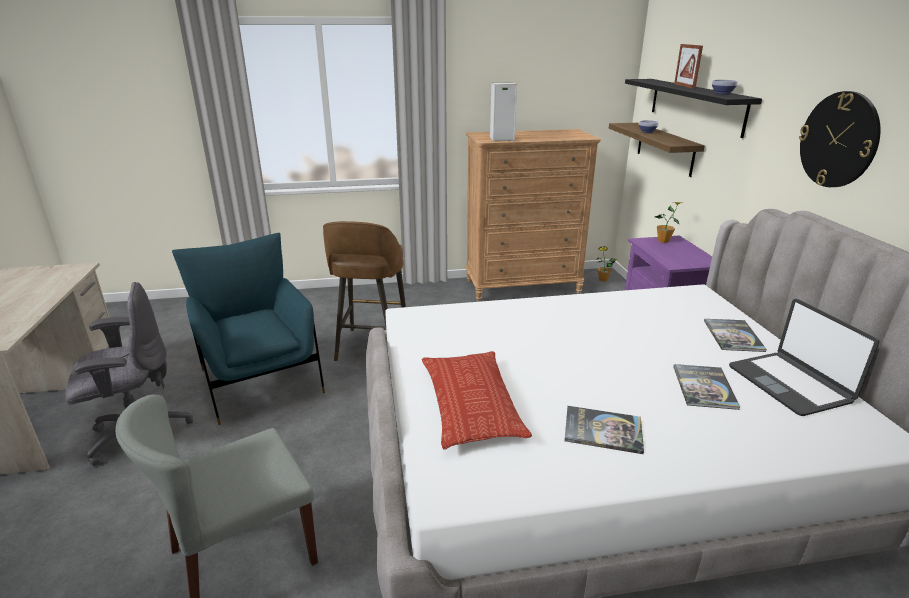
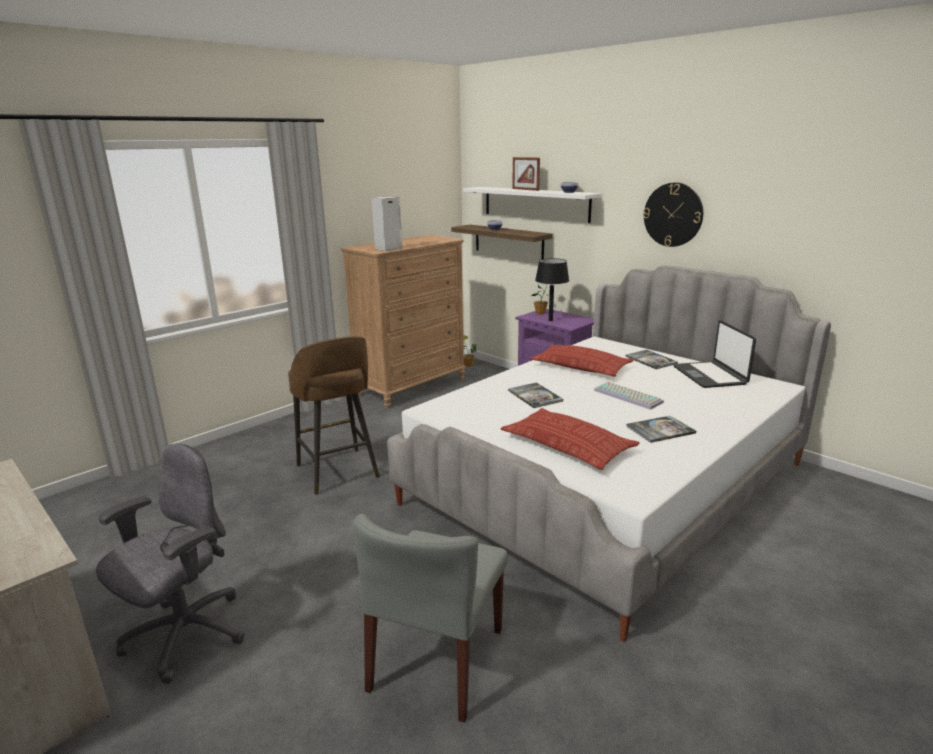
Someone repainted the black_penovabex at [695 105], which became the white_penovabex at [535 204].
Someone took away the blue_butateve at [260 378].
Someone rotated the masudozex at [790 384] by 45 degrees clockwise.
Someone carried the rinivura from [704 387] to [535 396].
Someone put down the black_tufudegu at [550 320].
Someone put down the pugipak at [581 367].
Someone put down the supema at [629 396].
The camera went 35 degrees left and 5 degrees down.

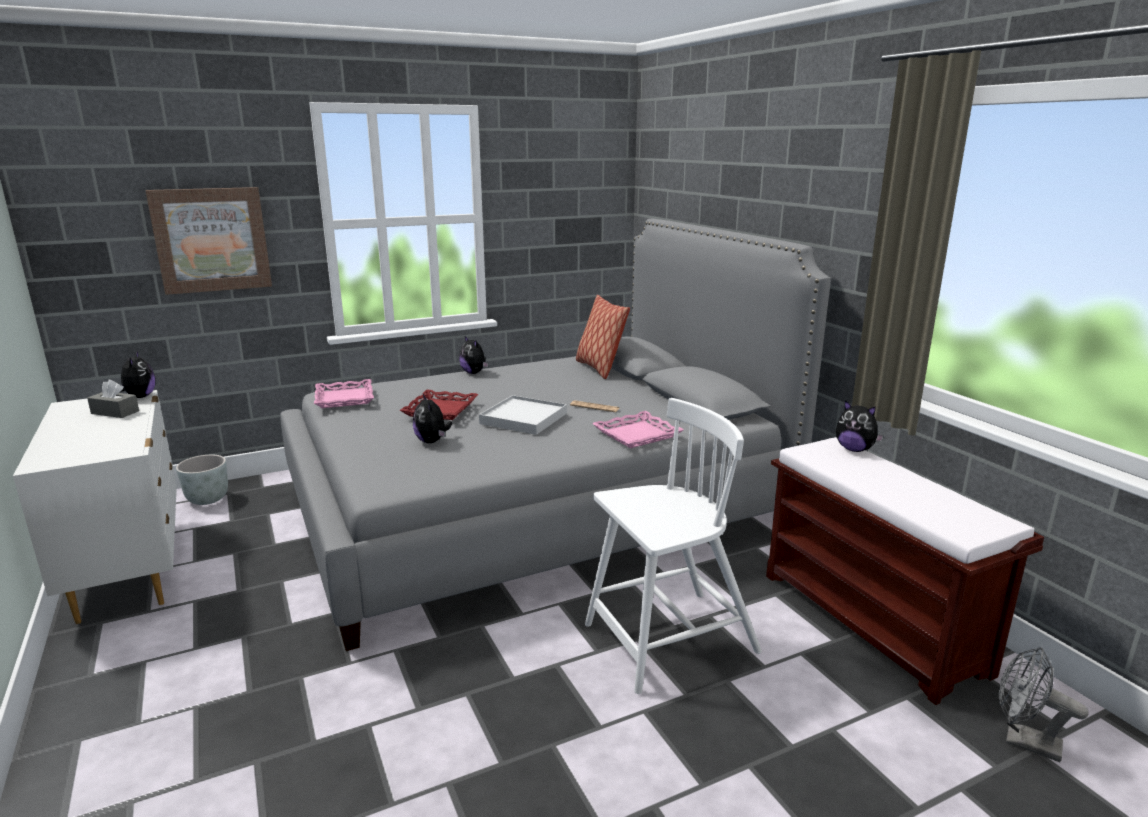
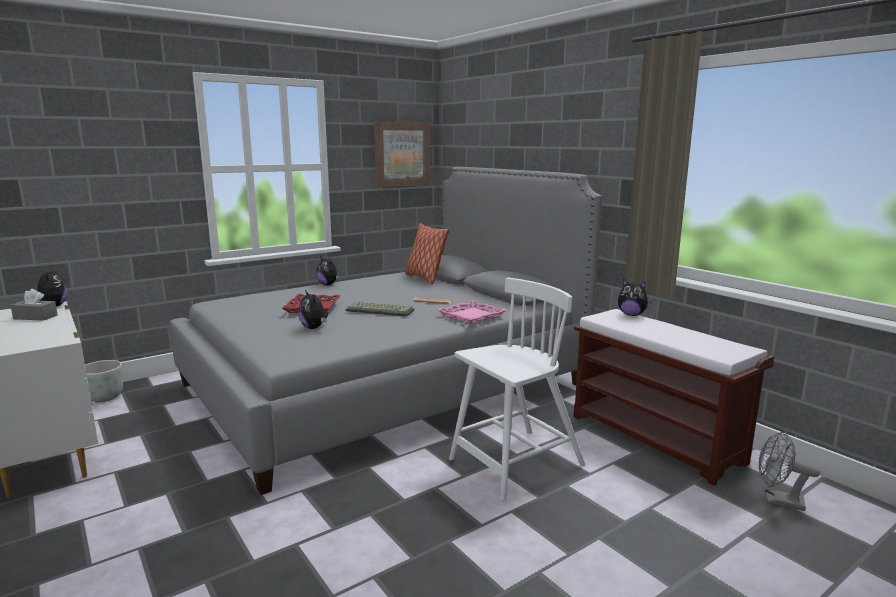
Someone carried the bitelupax from [211 240] to [401 154].
Someone took away the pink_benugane at [345 398].
Someone swapped the white_benugane at [524 418] for the supema at [381 310].
The camera went 10 degrees left and 5 degrees down.

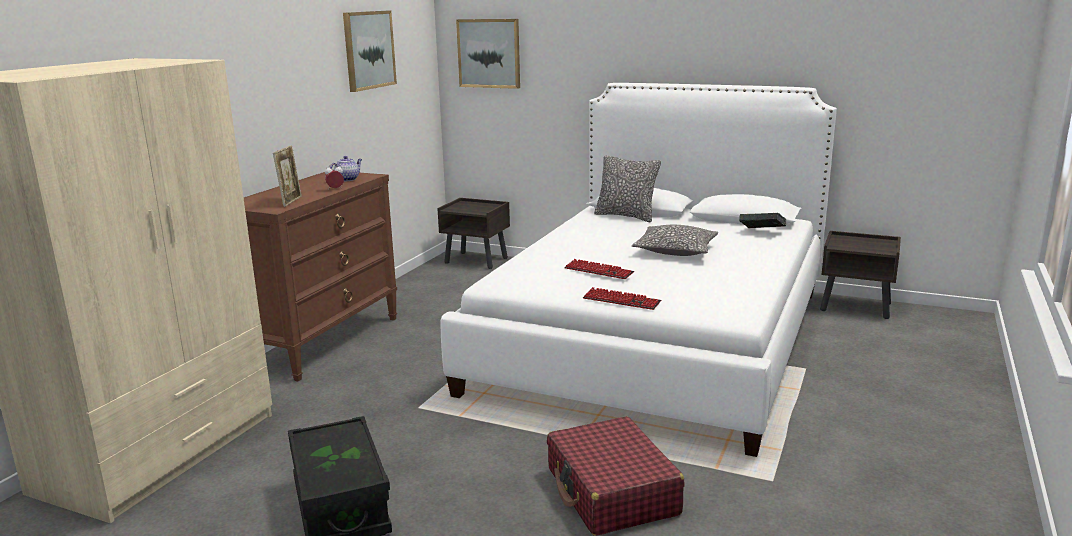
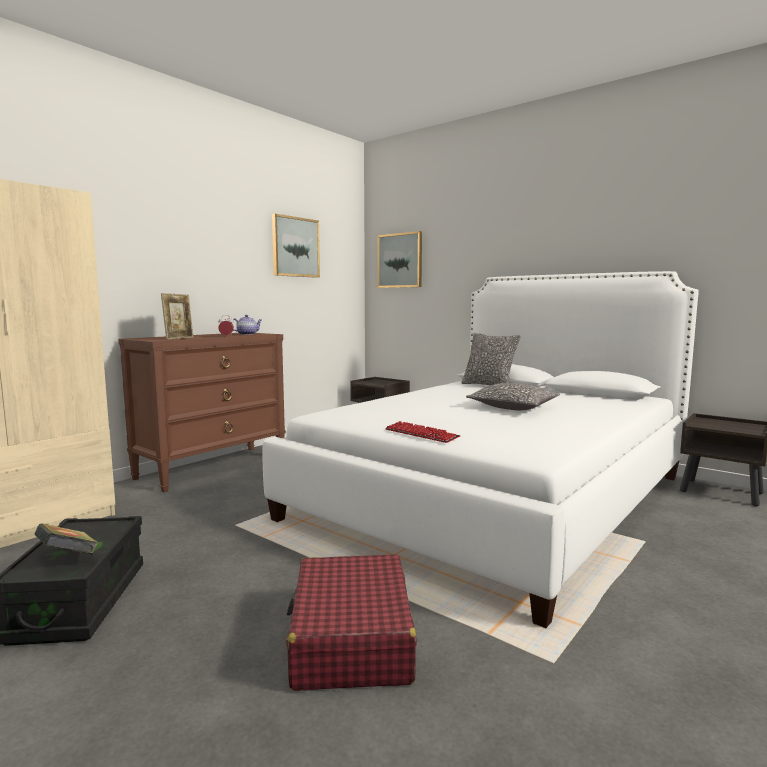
Someone carried the rinivura from [761 232] to [68 558].
Someone took away the supema at [598 271].
The camera went 15 degrees right and 10 degrees down.

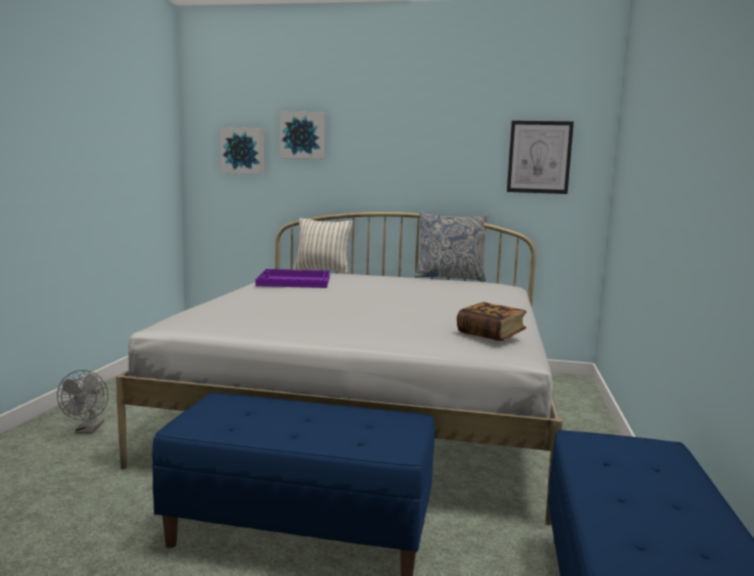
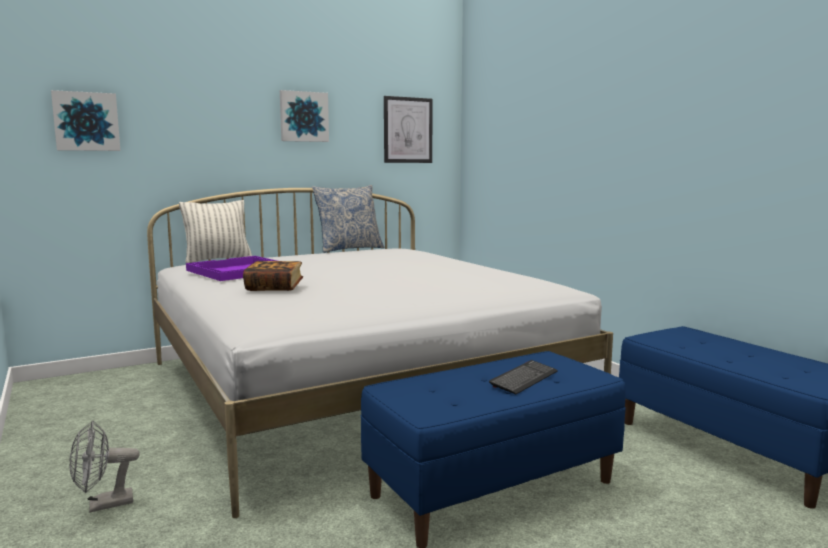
Someone carried the bitelupax from [303 135] to [303 117].
Someone carried the rinivura from [490 335] to [274 288].
Someone rotated the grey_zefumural at [88 430] by 105 degrees clockwise.
Someone put down the supema at [524 379].
The camera went 40 degrees left and 0 degrees up.

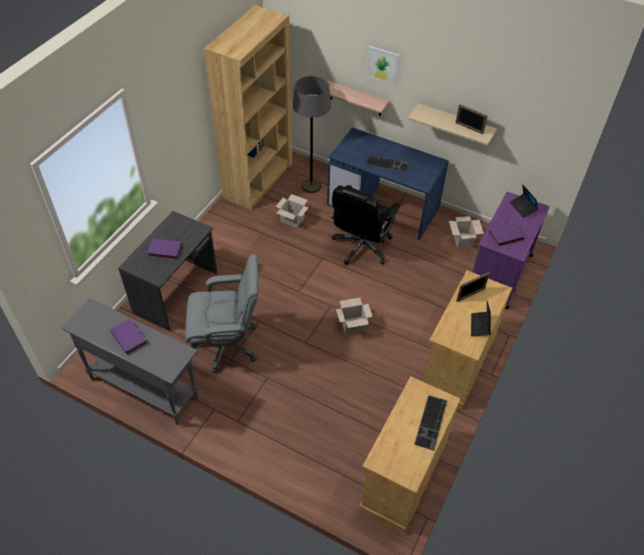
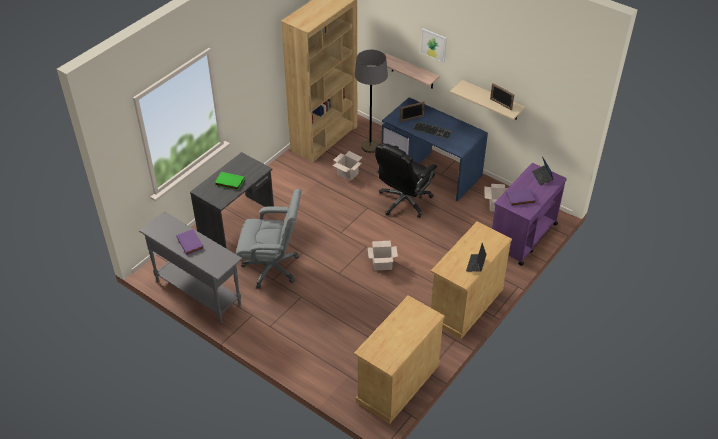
Someone repainted the purple_rinivura at [164 251], which became the green_rinivura at [229 182].
Someone carried the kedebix from [470 295] to [412 119].
Someone took away the supema at [432 423].
The camera went 10 degrees right and 5 degrees down.

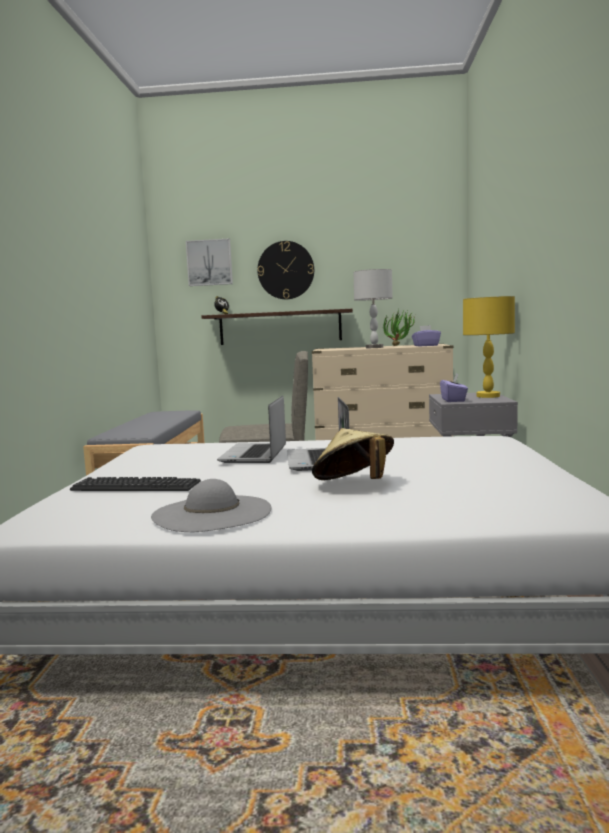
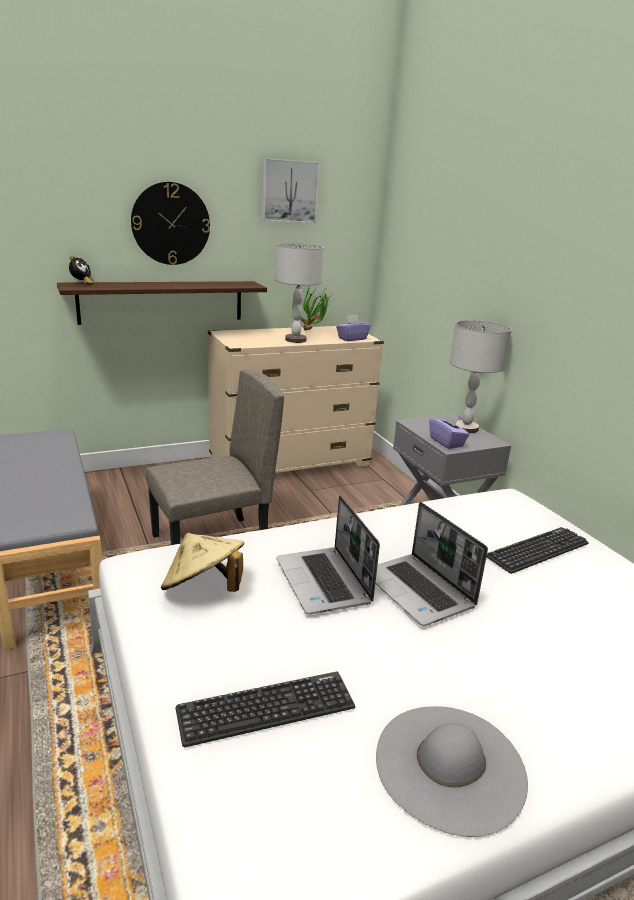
Someone carried the bitelupax from [209 262] to [289 191].
Someone repainted the yellow_tufudegu at [488 396], which became the grey_tufudegu at [466 428].
Someone carried the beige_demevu from [354 485] to [203 589].
Someone put down the supema at [537 550].
The camera went 30 degrees left and 15 degrees up.

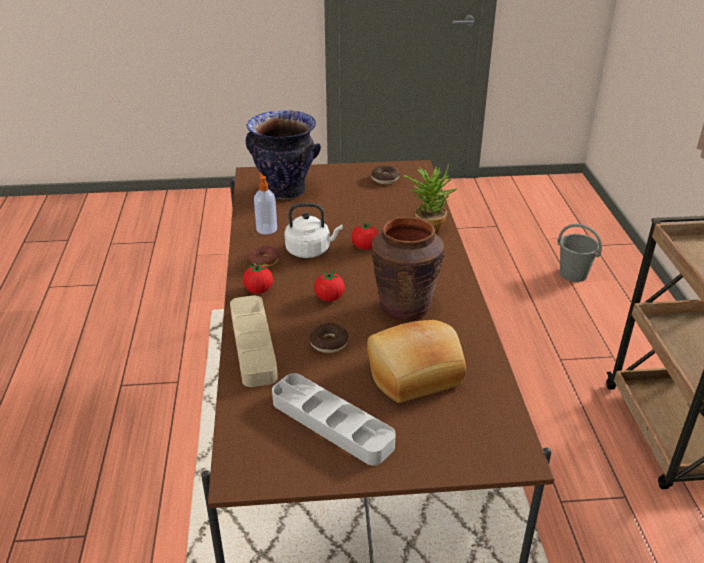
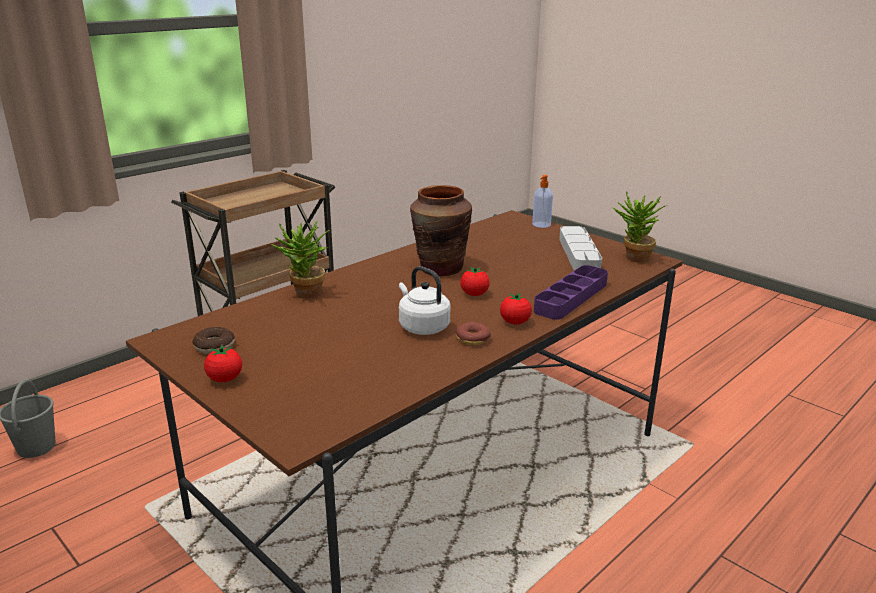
Someone took away the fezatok at [285 191].
Someone carried the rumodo from [266 229] to [541 225].
Someone carried the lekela from [365 247] to [225 379].
Someone repainted the beige_benugane at [253 344], which became the purple_benugane at [571 297].
Someone took away the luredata at [415 375].
Someone took away the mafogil at [329 343].
Someone put down the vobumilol at [633 259].
The camera went 130 degrees left and 10 degrees down.

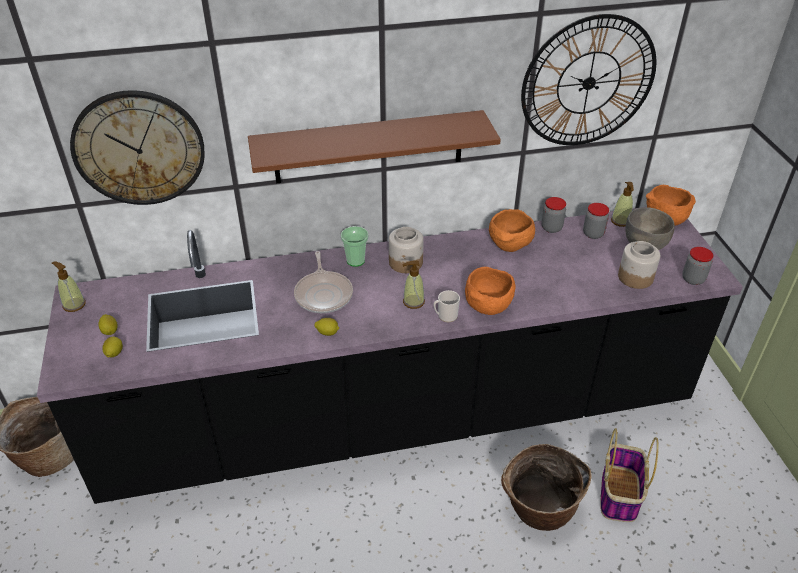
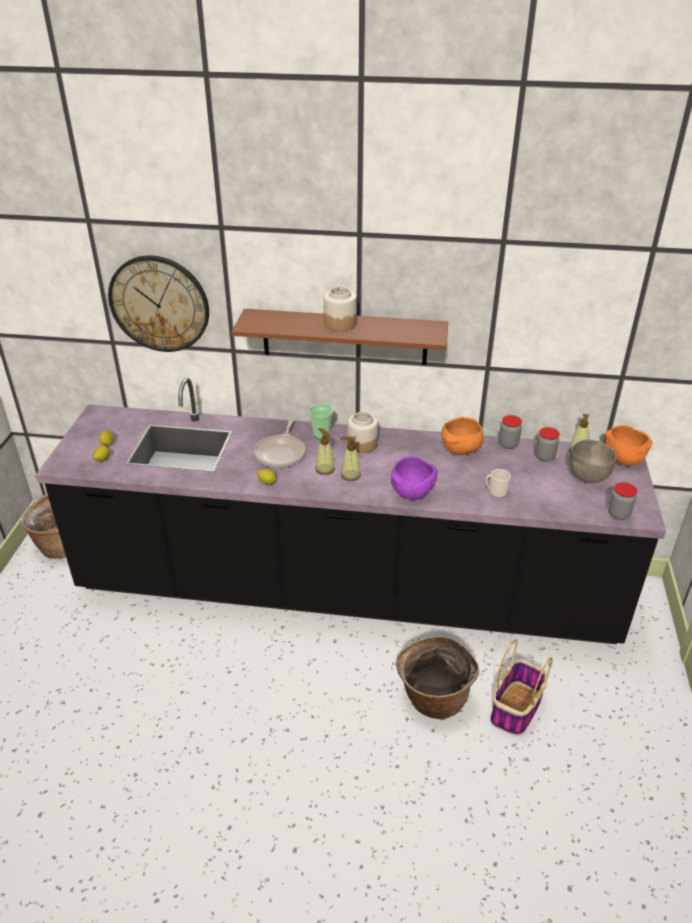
Someone took away the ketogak at [588 83].
Someone carried the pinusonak from [635 277] to [340 323].
Someone carried the rumodo from [74 304] to [325 469].
Someone repainted the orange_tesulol at [488 306], which became the purple_tesulol at [412 493].
Someone carried the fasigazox from [445 316] to [495 492].
The camera went 20 degrees right and 5 degrees down.

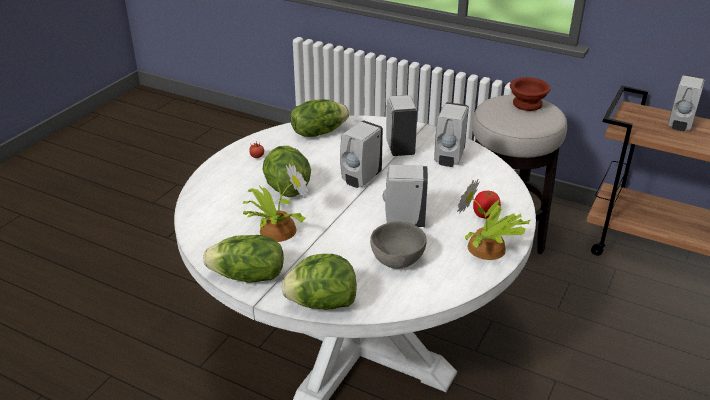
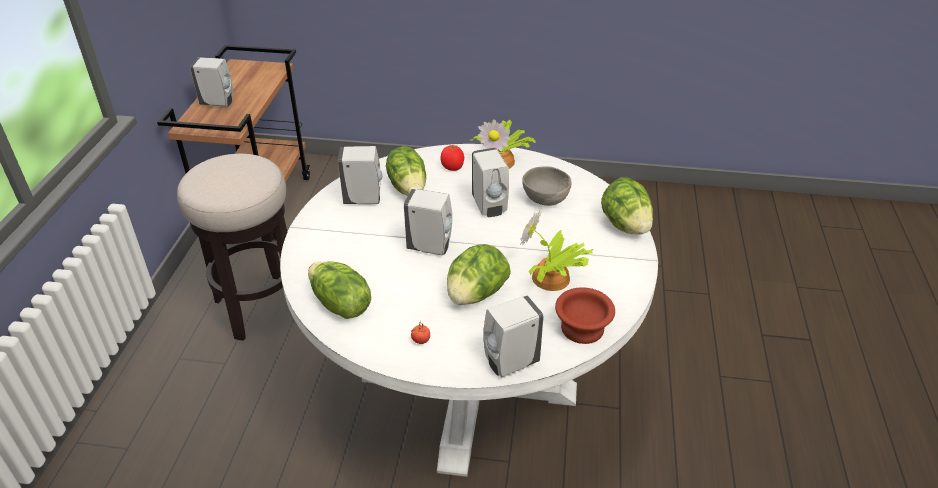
Someone carried the brown_tesulol from [528 104] to [581 327].
Someone carried the white_rumodo from [400 148] to [509 363].
Someone carried the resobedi from [248 277] to [408 187].
The camera went 110 degrees left and 5 degrees up.

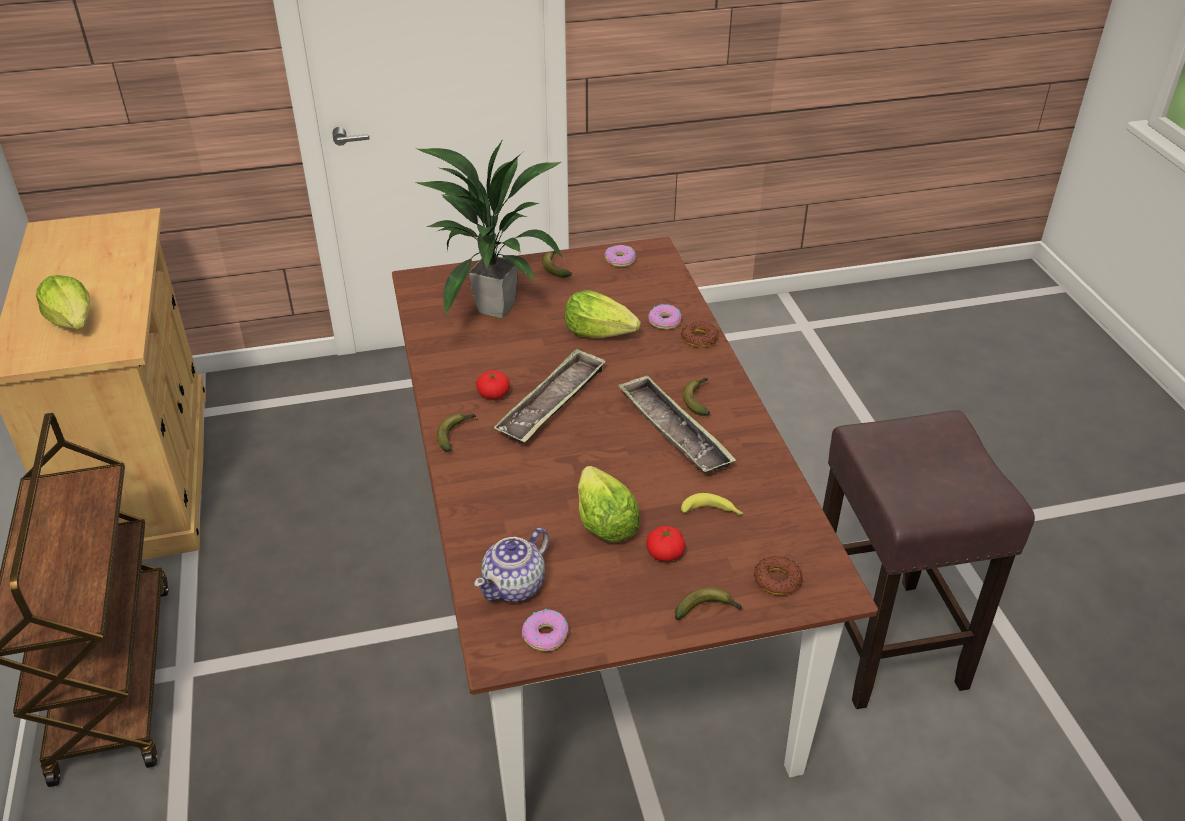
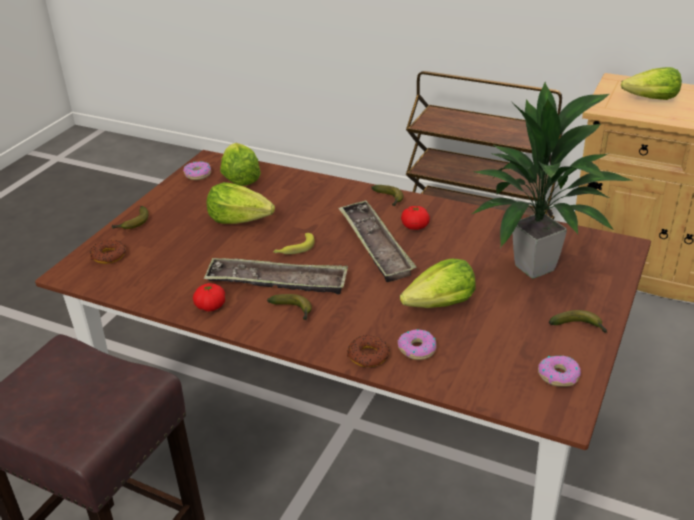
Someone carried the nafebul from [712 512] to [294 249].
Someone carried the lekela from [665 553] to [210 306].
Someone swapped the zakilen at [515 586] for the resobedi at [240 177].
The camera went 130 degrees right and 5 degrees down.

